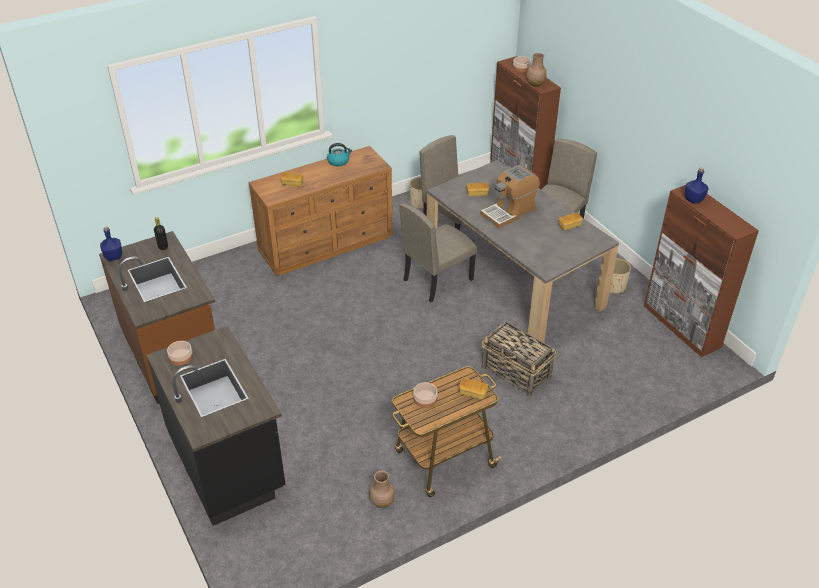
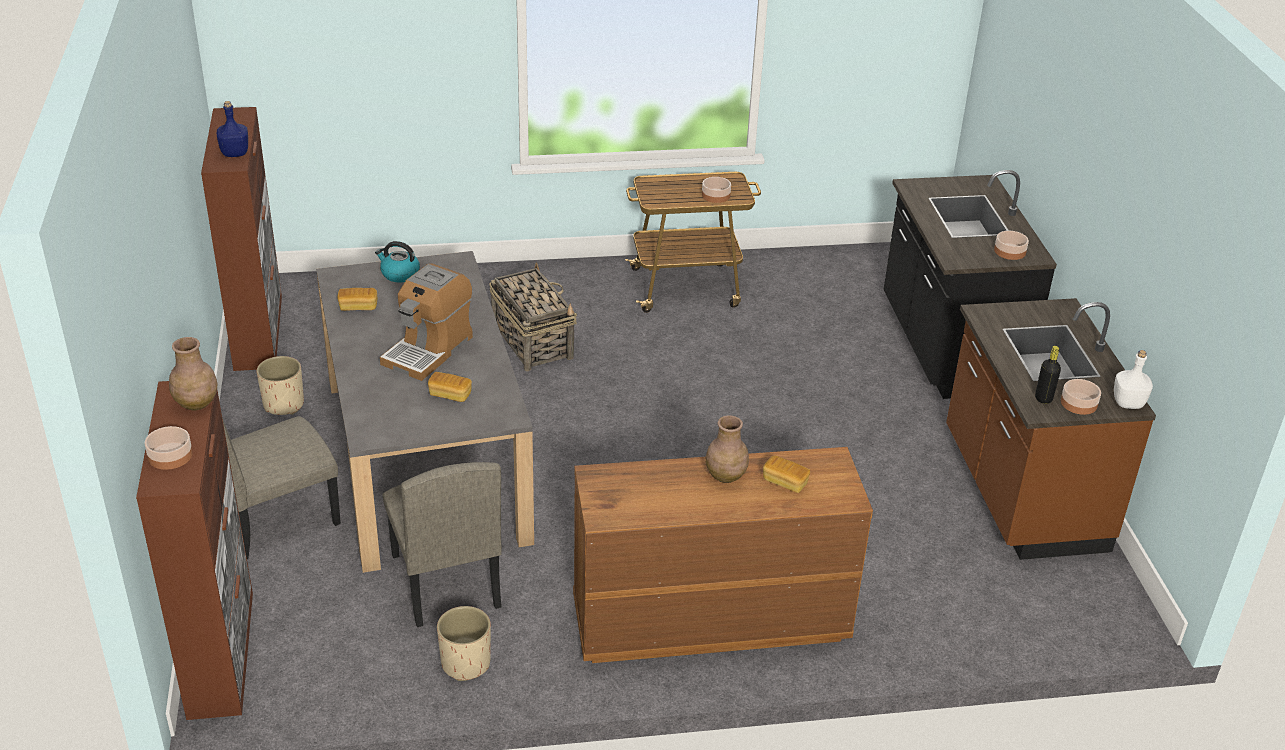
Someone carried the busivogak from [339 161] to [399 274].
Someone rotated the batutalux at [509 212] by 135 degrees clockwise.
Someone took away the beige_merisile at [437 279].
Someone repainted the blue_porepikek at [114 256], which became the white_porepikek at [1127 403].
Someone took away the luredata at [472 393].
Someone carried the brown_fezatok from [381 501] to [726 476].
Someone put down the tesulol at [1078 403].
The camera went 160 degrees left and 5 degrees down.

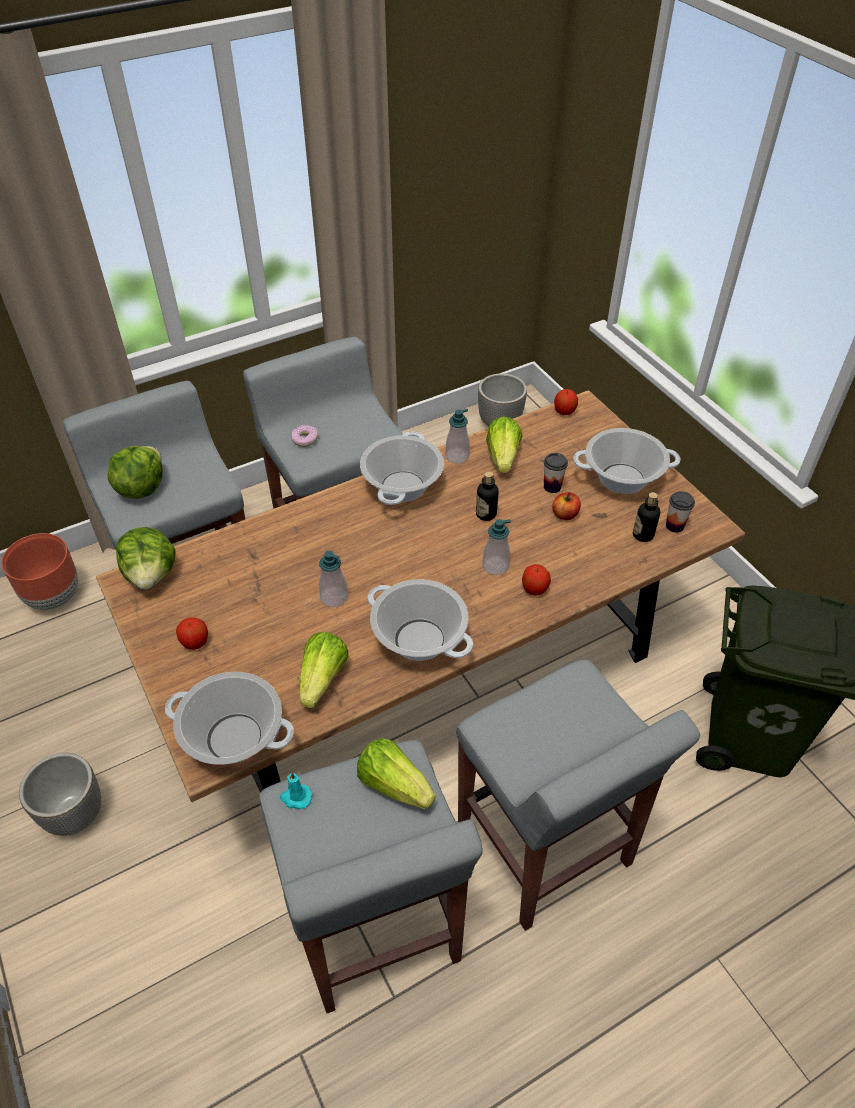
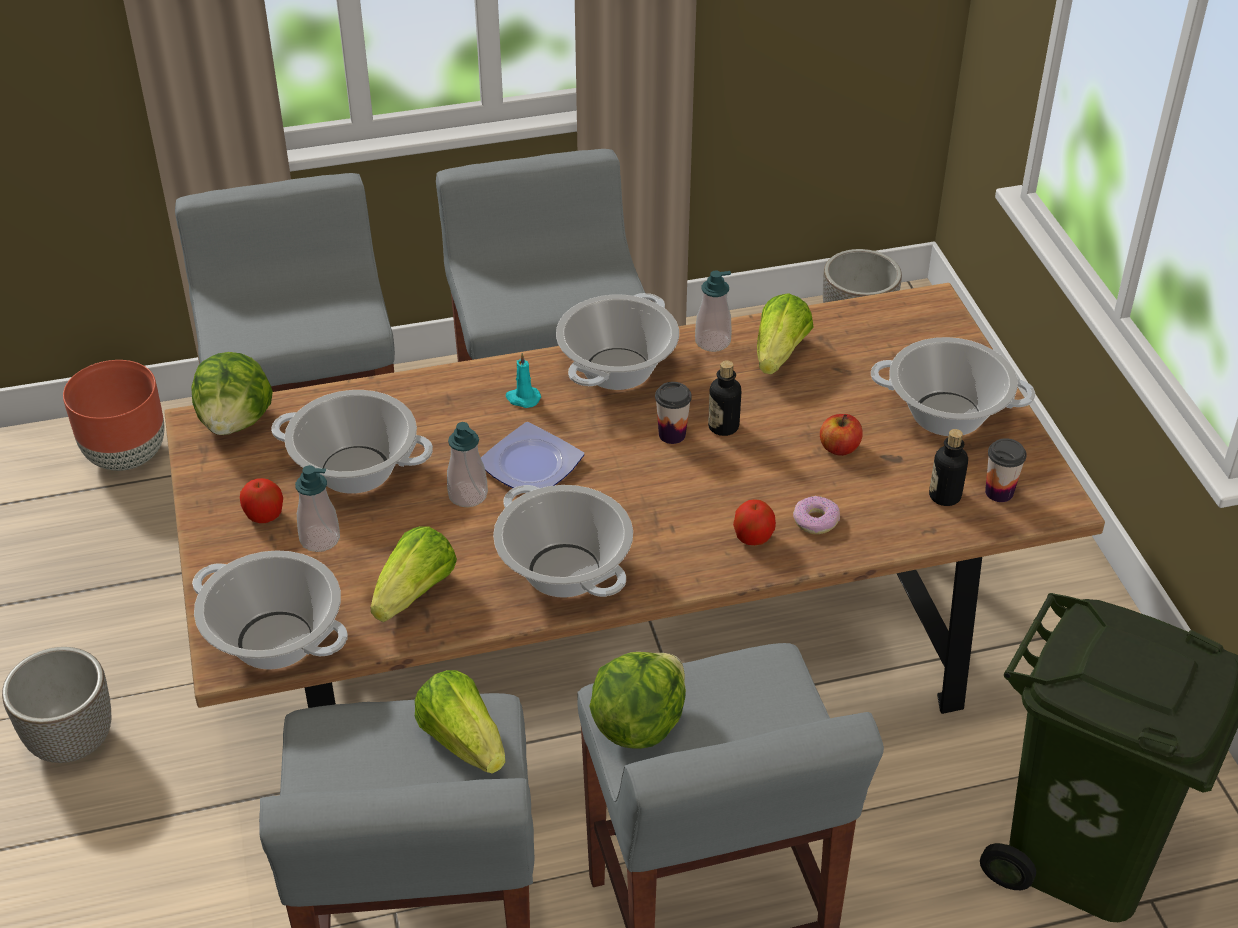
Someone took away the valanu at [564 412].
Someone carried the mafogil from [304 439] to [815 520].
Someone carried the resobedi from [141 488] to [638 723].
Someone carried the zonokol from [552 487] to [672 434].
Someone carried the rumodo from [495 566] to [320 539].
Someone carried the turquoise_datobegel from [296 797] to [522 398].
Someone put down the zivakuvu at [356 469].
Someone put down the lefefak at [529 465].
The camera went 15 degrees right and 5 degrees down.

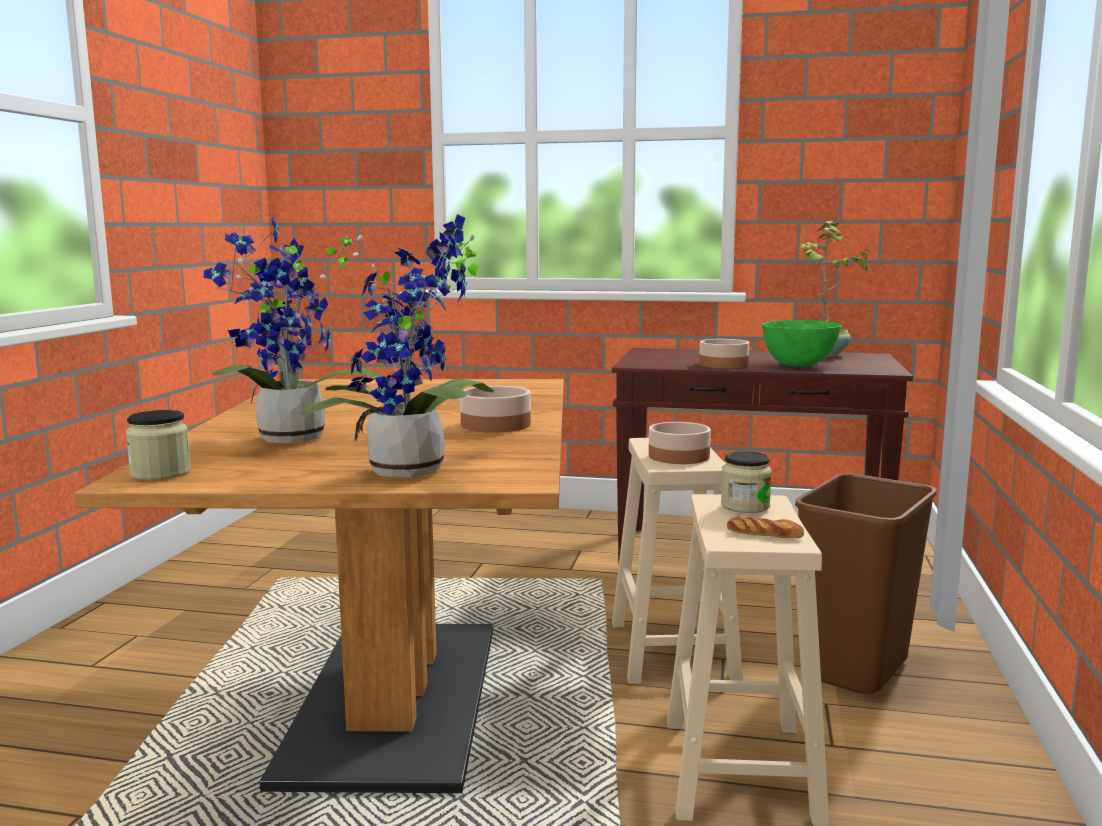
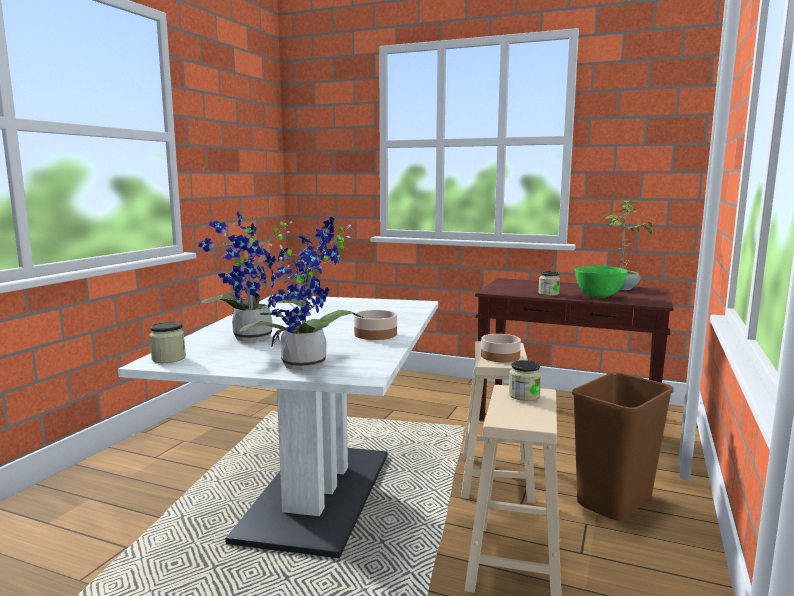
Someone swapped the tesulol at [723 364] for the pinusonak at [548 294].
Someone repainted the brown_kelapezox at [395 699], which became the white_kelapezox at [317 494].
Someone took away the luredata at [764 534].
The camera went 10 degrees right and 0 degrees up.

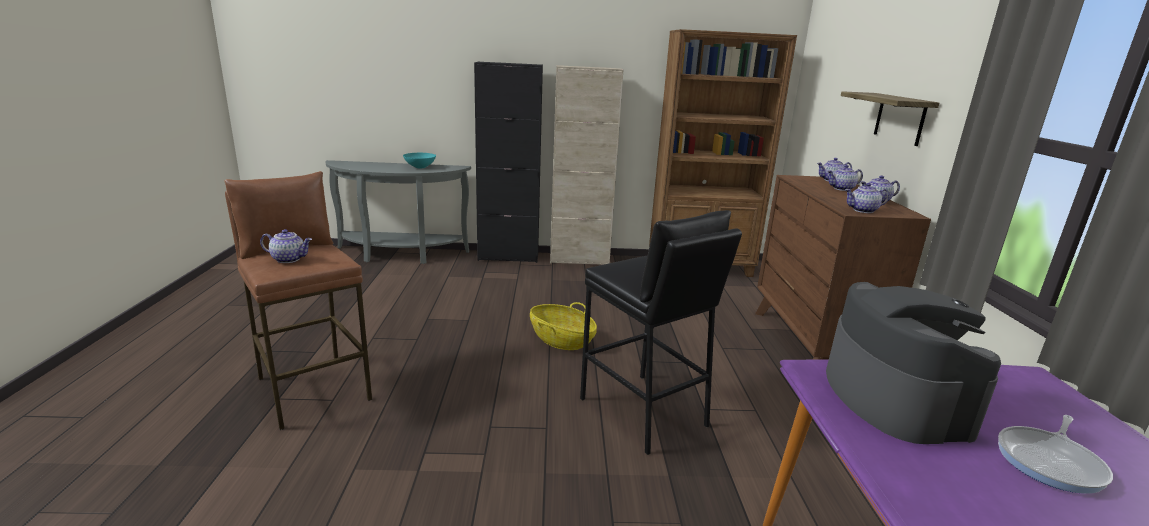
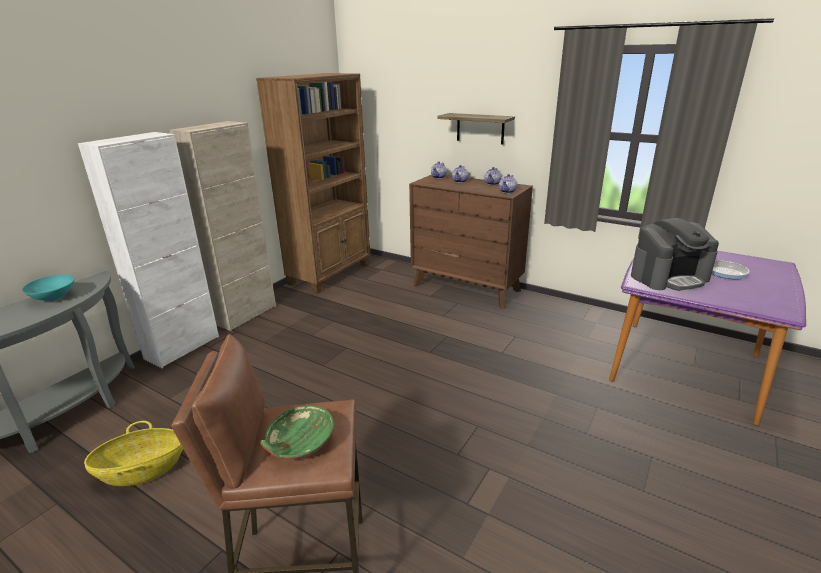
Someone repainted the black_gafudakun at [508 257], which became the white_gafudakun at [182 347].
Someone took away the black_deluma at [643 412].
Someone swapped the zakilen at [289 259] for the green_tesulol at [299 442].
Someone rotated the batutalux at [893 398] by 135 degrees clockwise.
Someone carried the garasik from [561 340] to [142 470].
The camera went 55 degrees left and 5 degrees up.

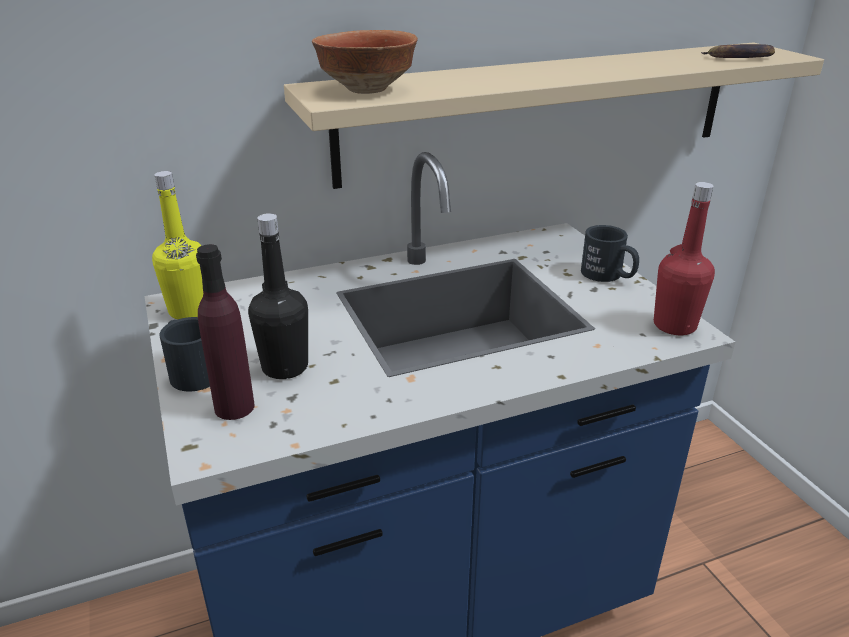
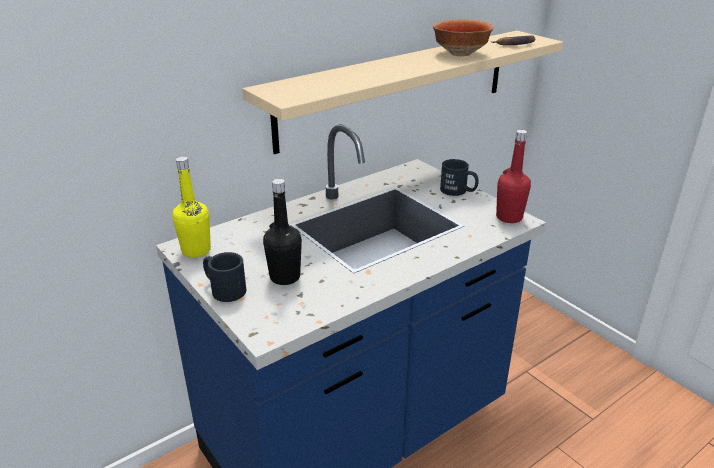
Someone carried the tesulol from [365 89] to [459 54].
Someone took away the purple_porepikek at [234 407].
The camera went 15 degrees left and 0 degrees up.

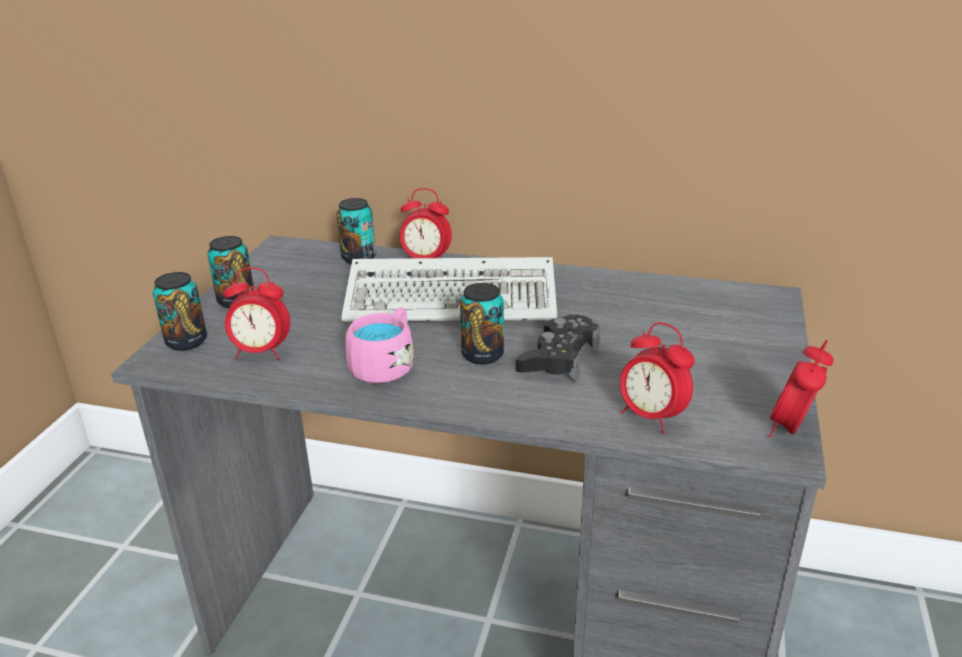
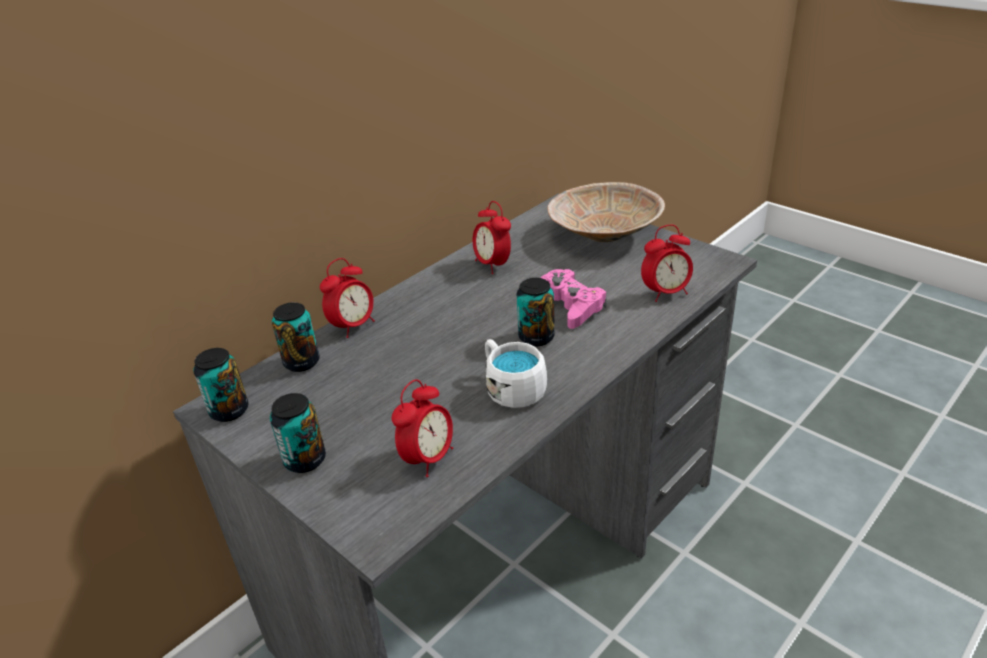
Someone took away the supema at [456 299].
Someone carried the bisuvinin from [186 341] to [229 410].
Someone repainted the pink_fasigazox at [386 364], which became the white_fasigazox at [511 388].
Someone repainted the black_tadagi at [558 358], which became the pink_tadagi at [568 306].
Someone carried the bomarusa from [791 429] to [493 265].
Someone put down the beige_tesulol at [603 235].
The camera went 60 degrees left and 5 degrees up.

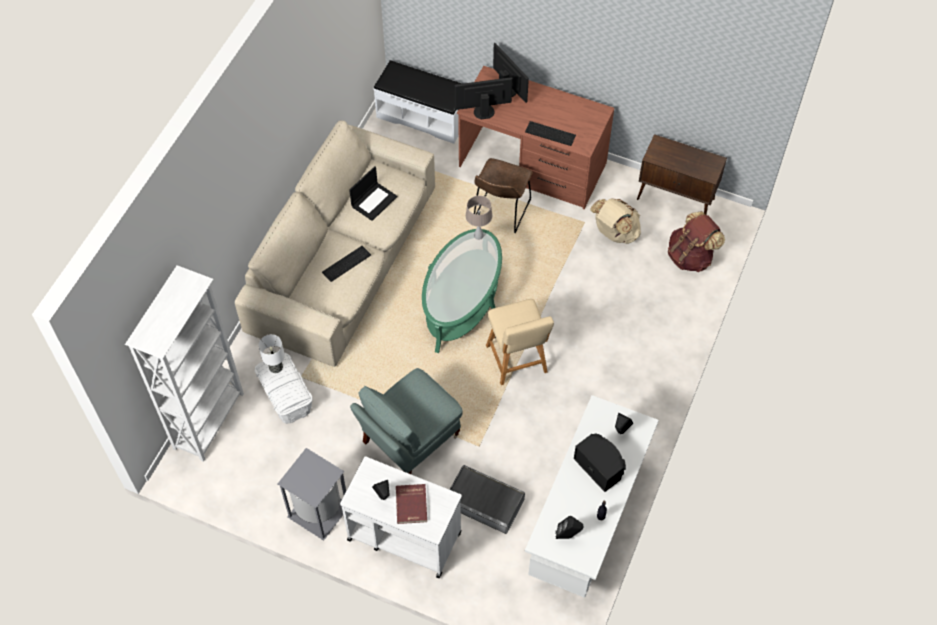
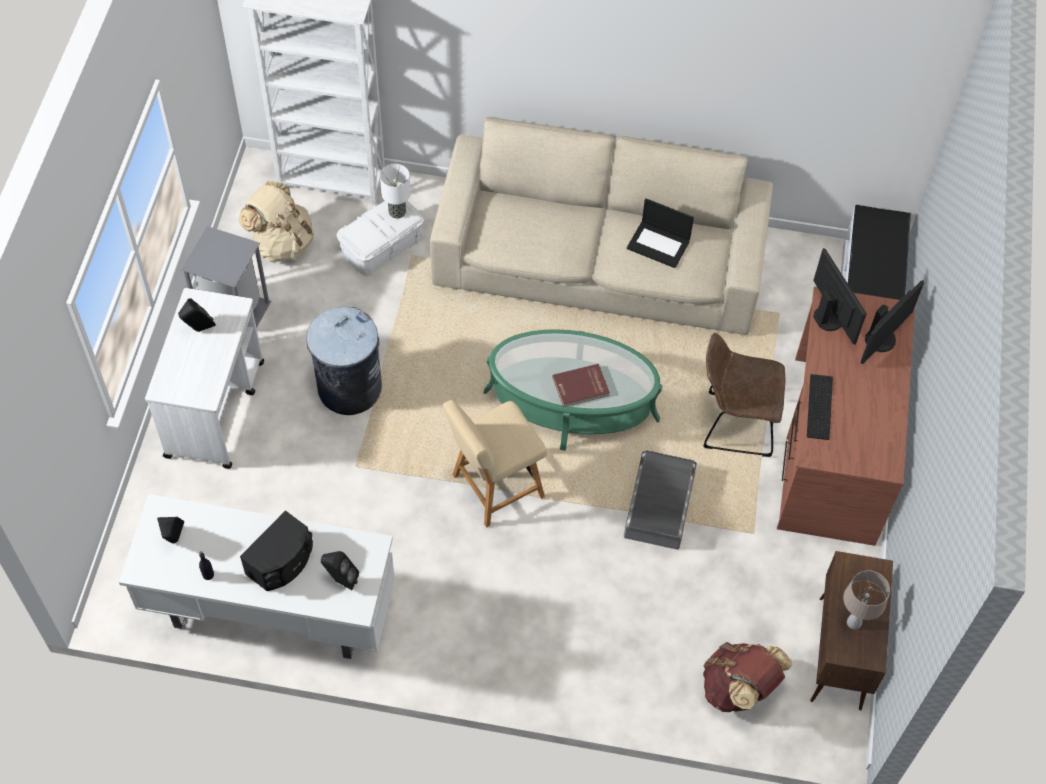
Someone carried the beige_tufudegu from [479 235] to [854 622].
Someone carried the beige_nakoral from [614 233] to [282 243].
Someone took away the supema at [346 264].
Someone swapped the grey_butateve at [410 439] for the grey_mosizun at [349 388].
Someone carried the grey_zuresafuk from [485 502] to [659 505].
Someone carried the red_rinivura from [412 504] to [581 387].
The camera went 75 degrees right and 0 degrees up.

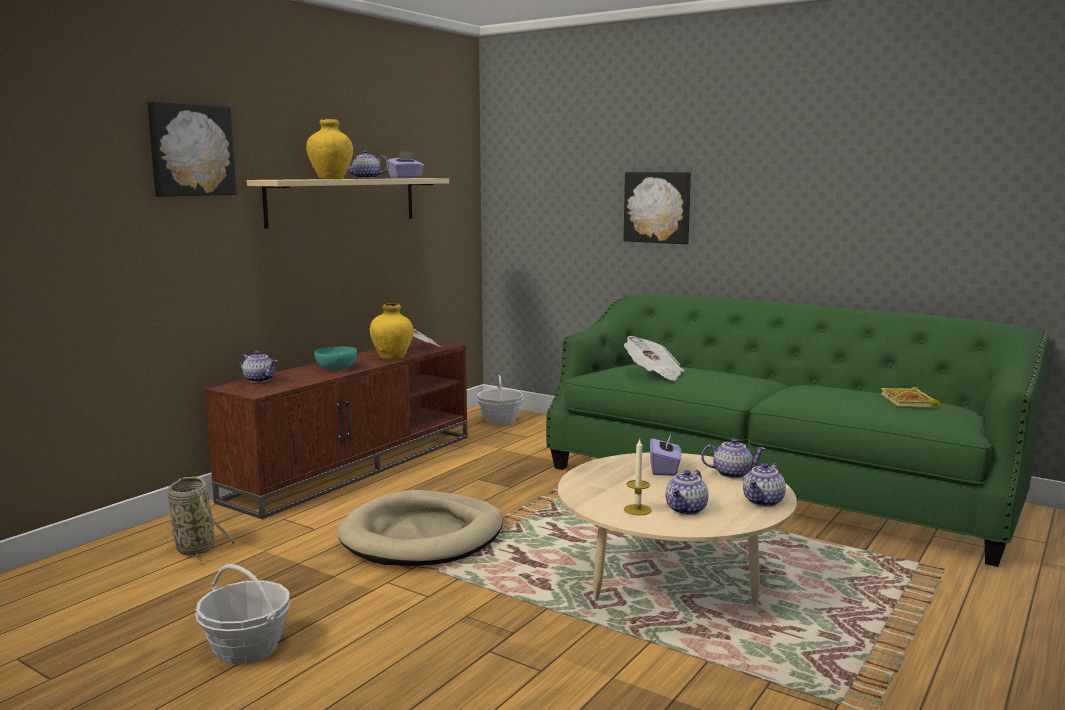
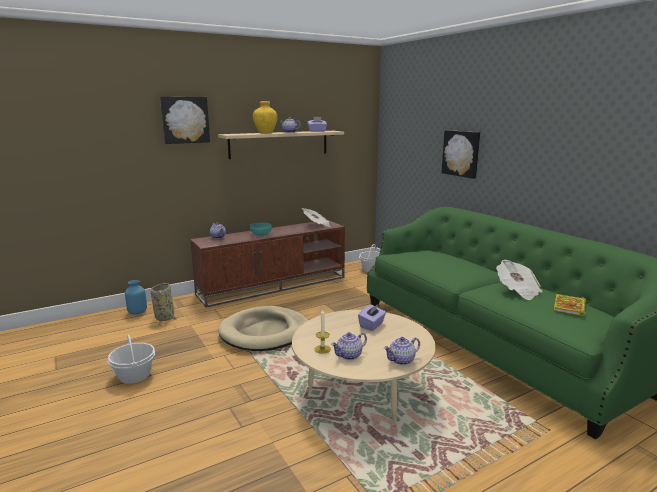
Someone took away the yellow_fezatok at [392 358].
Someone carried the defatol from [654 374] to [517 291].
Someone took away the zakilen at [732 474].
Someone put down the blue_fezatok at [138 312].
The camera went 25 degrees right and 5 degrees up.

